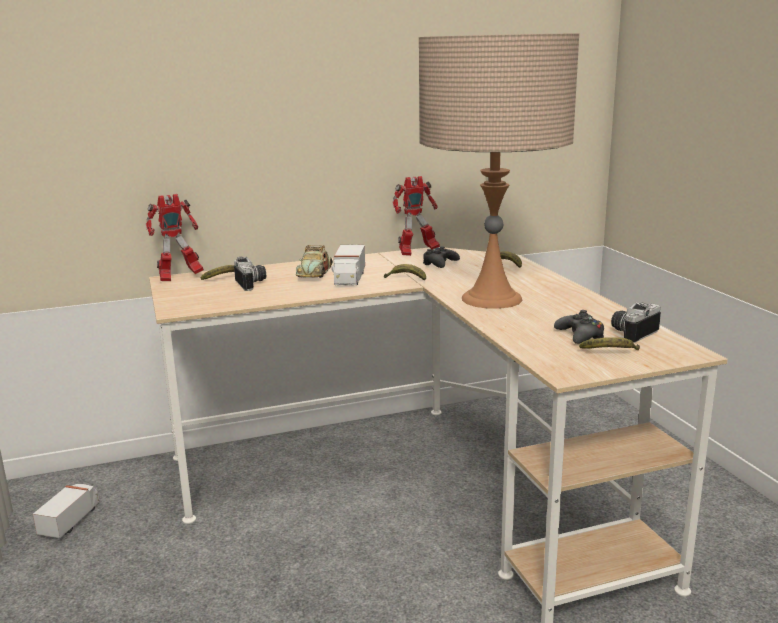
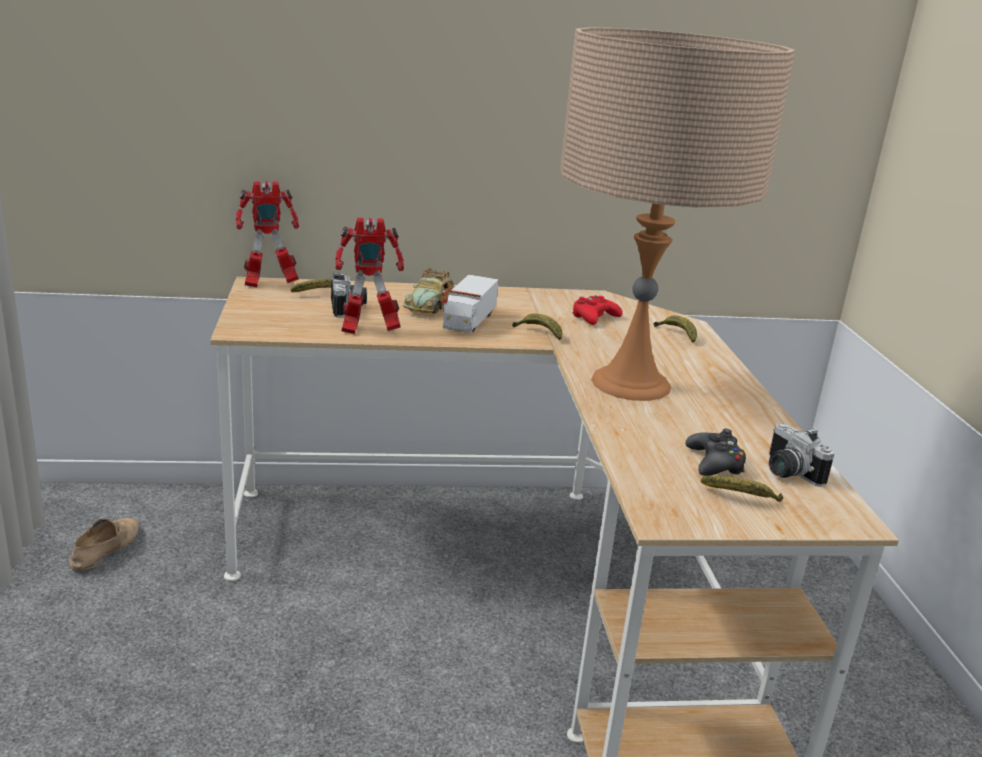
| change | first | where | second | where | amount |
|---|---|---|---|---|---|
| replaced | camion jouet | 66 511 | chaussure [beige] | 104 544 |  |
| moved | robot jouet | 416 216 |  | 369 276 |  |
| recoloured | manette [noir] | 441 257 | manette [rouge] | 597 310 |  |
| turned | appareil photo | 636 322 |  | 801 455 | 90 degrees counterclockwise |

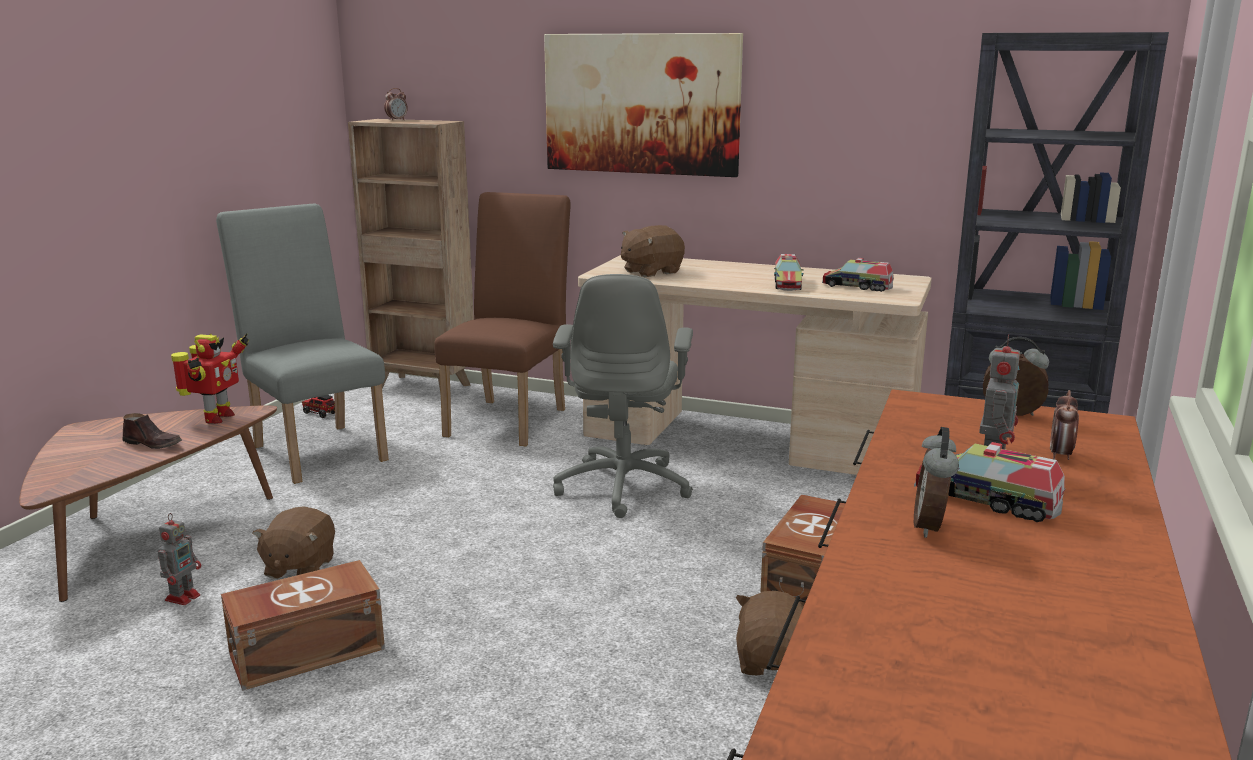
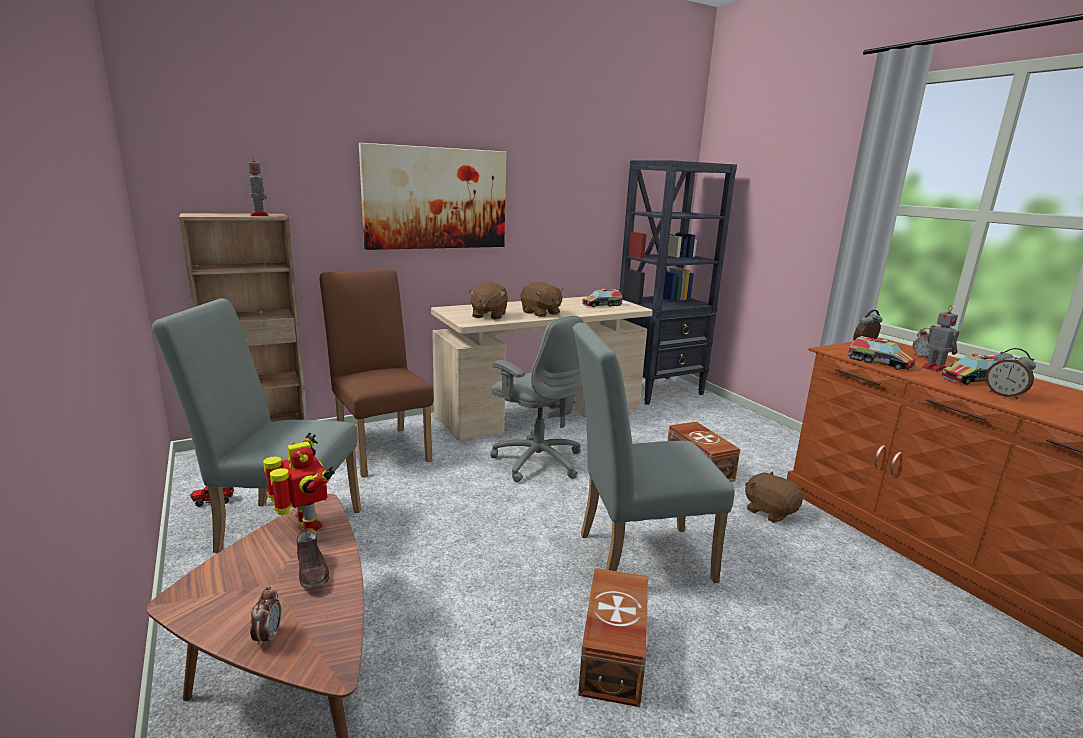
| change | first | where | second | where | amount |
|---|---|---|---|---|---|
| turned | chaussure [marron] | 152 431 |  | 312 558 | 90 degrees clockwise |
| moved | robot jouet | 179 559 |  | 258 186 |  |
| moved | peluche [marron] | 293 542 |  | 542 299 |  |
| moved | réveil | 396 104 |  | 265 617 |  |
| moved | camion jouet | 789 272 |  | 881 353 |  |
| added |  |  | chaise [gris] | 654 453 |  |

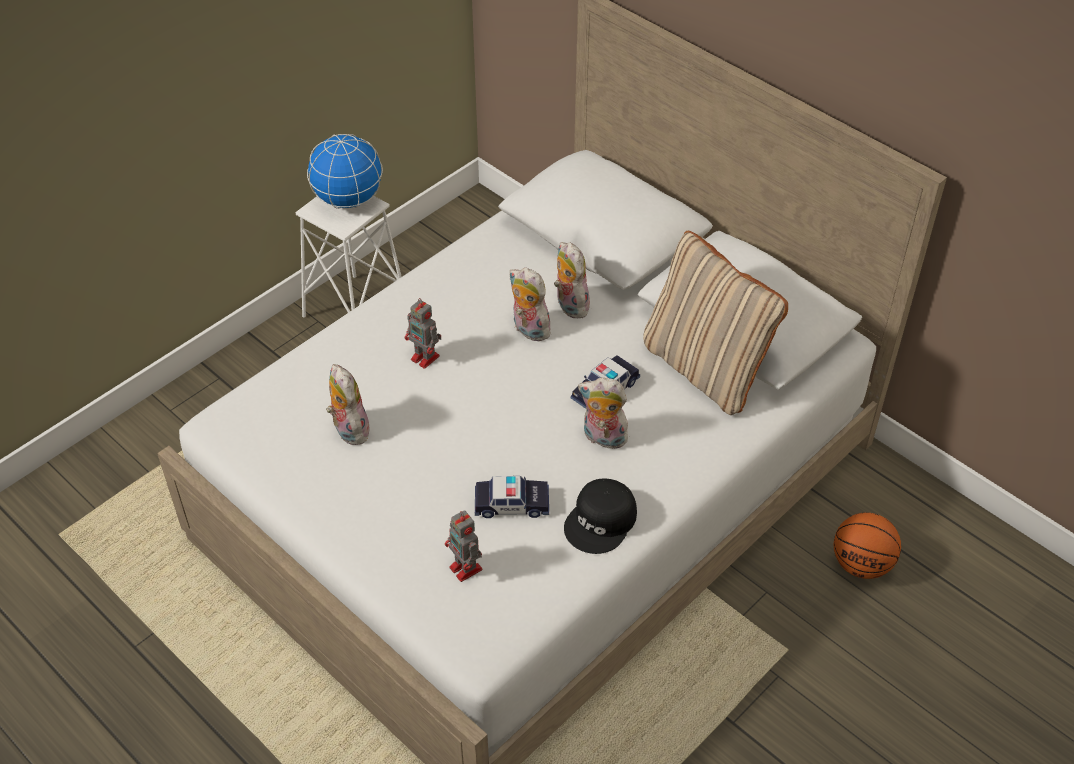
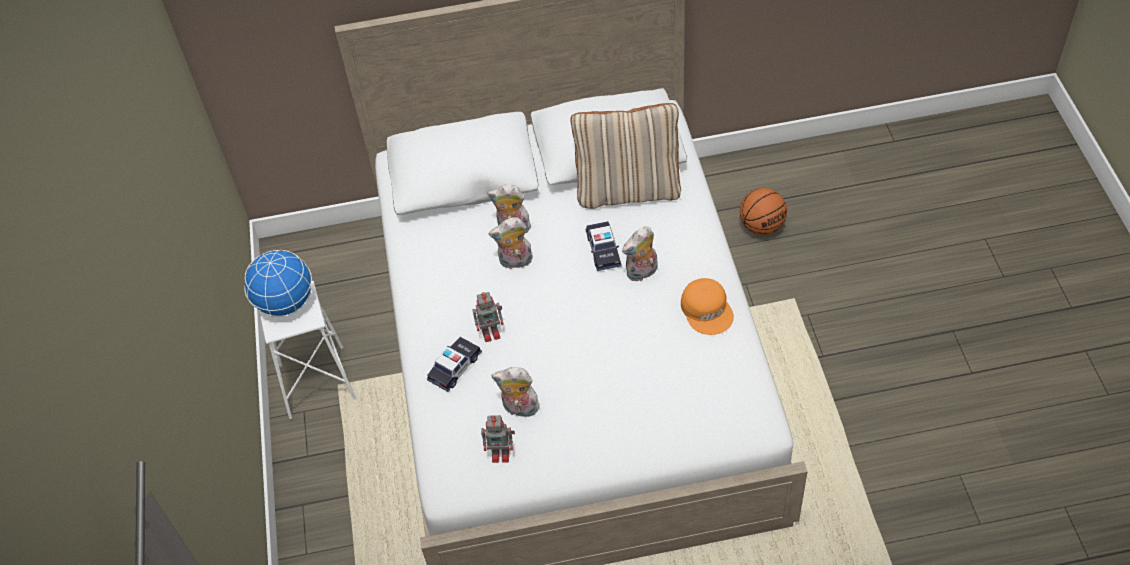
| change | first | where | second | where | amount |
|---|---|---|---|---|---|
| moved | robot jouet | 463 546 |  | 498 439 |  |
| moved | petite voiture | 512 497 |  | 454 364 |  |
| recoloured | casquette [noir] | 600 516 | casquette [orange] | 707 306 |  |

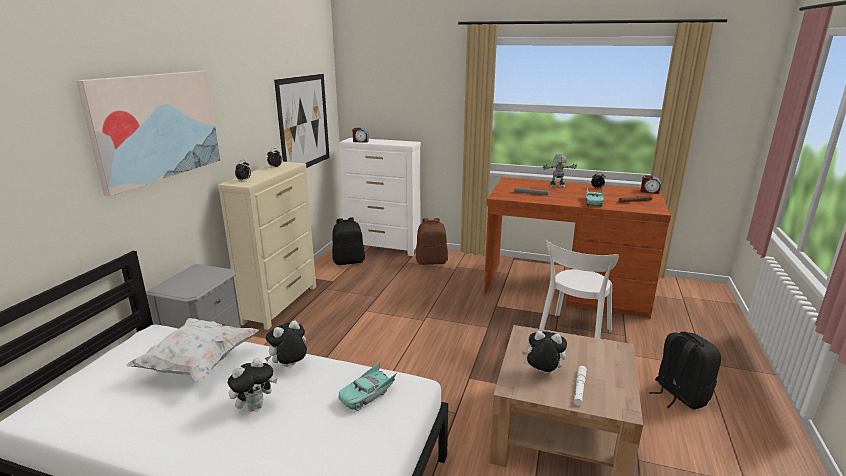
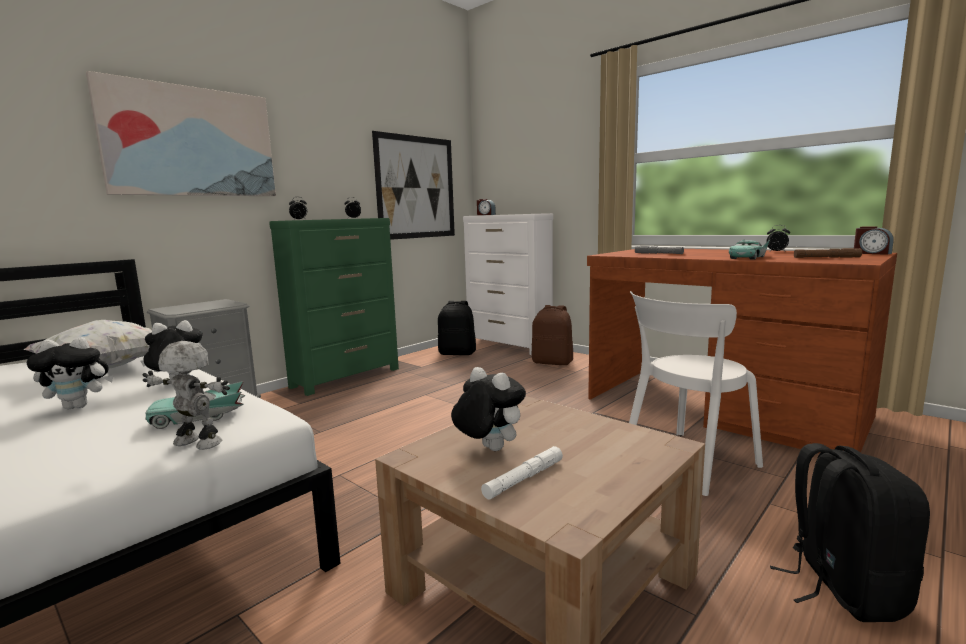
| change | first | where | second | where | amount |
|---|---|---|---|---|---|
| recoloured | commode [beige] | 267 246 | commode [vert] | 334 307 |  |
| moved | robot jouet | 559 170 |  | 186 395 |  |

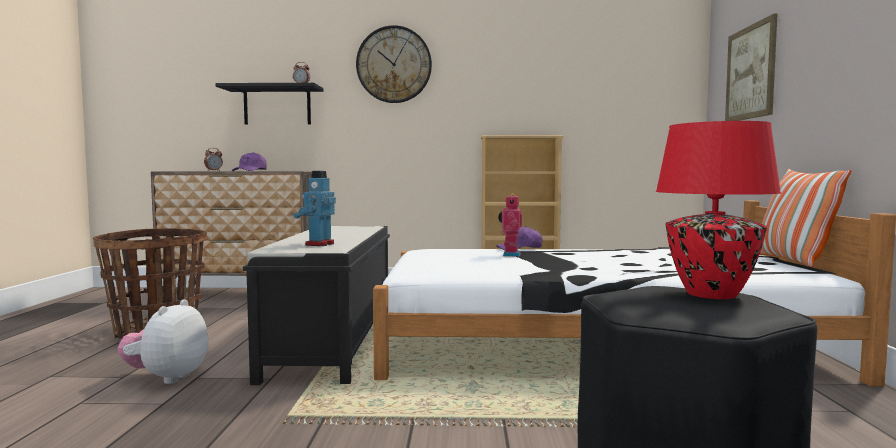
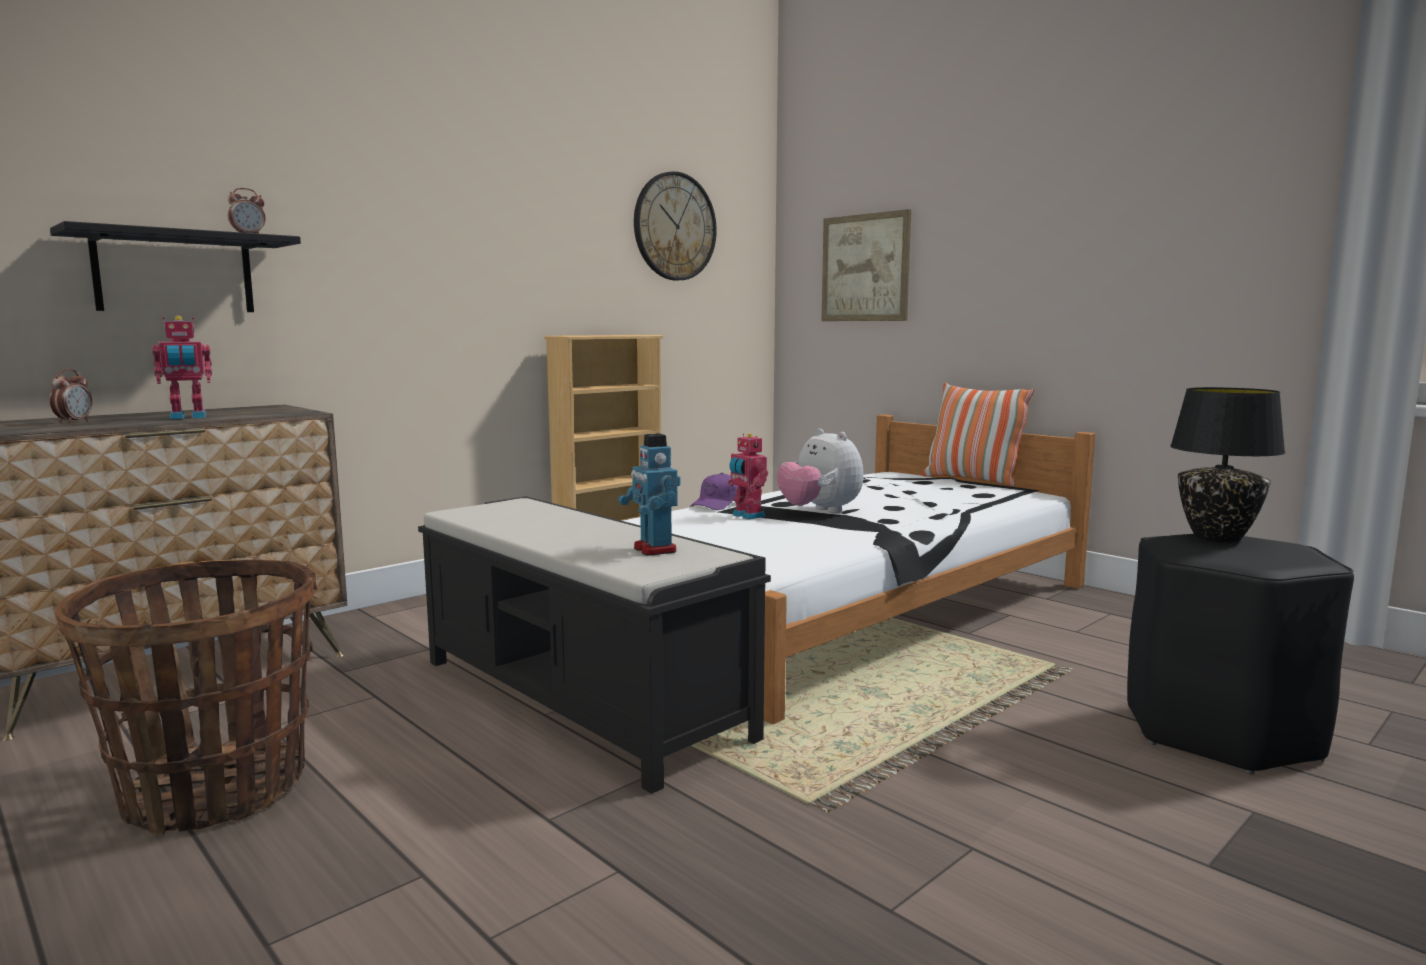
| change | first | where | second | where | amount |
|---|---|---|---|---|---|
| moved | peluche | 162 341 |  | 820 471 |  |
| replaced | casquette [violet] | 249 161 | robot jouet | 182 367 |  |
| moved | horloge murale | 394 64 |  | 675 226 |  |
| recoloured | lampe de table [rouge] | 718 210 | lampe de table [noir] | 1227 465 |  |

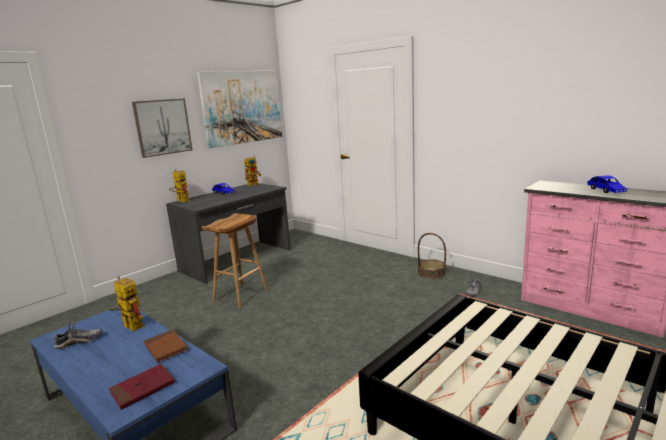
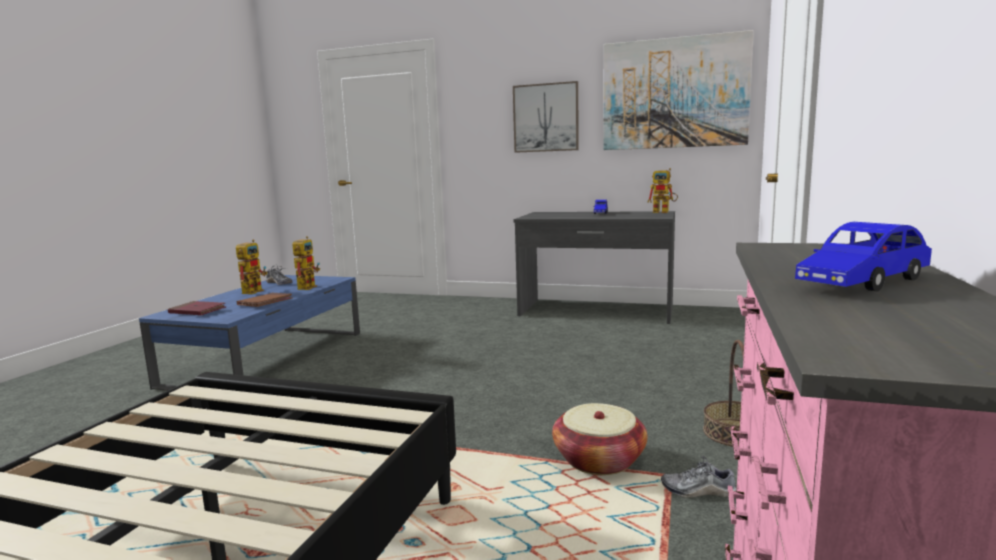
| change | first | where | second | where | amount |
|---|---|---|---|---|---|
| moved | robot jouet | 179 185 |  | 251 266 |  |
| removed | tabouret [marron] | 235 260 |  |  |  |
| added |  |  | panier | 599 439 |  |

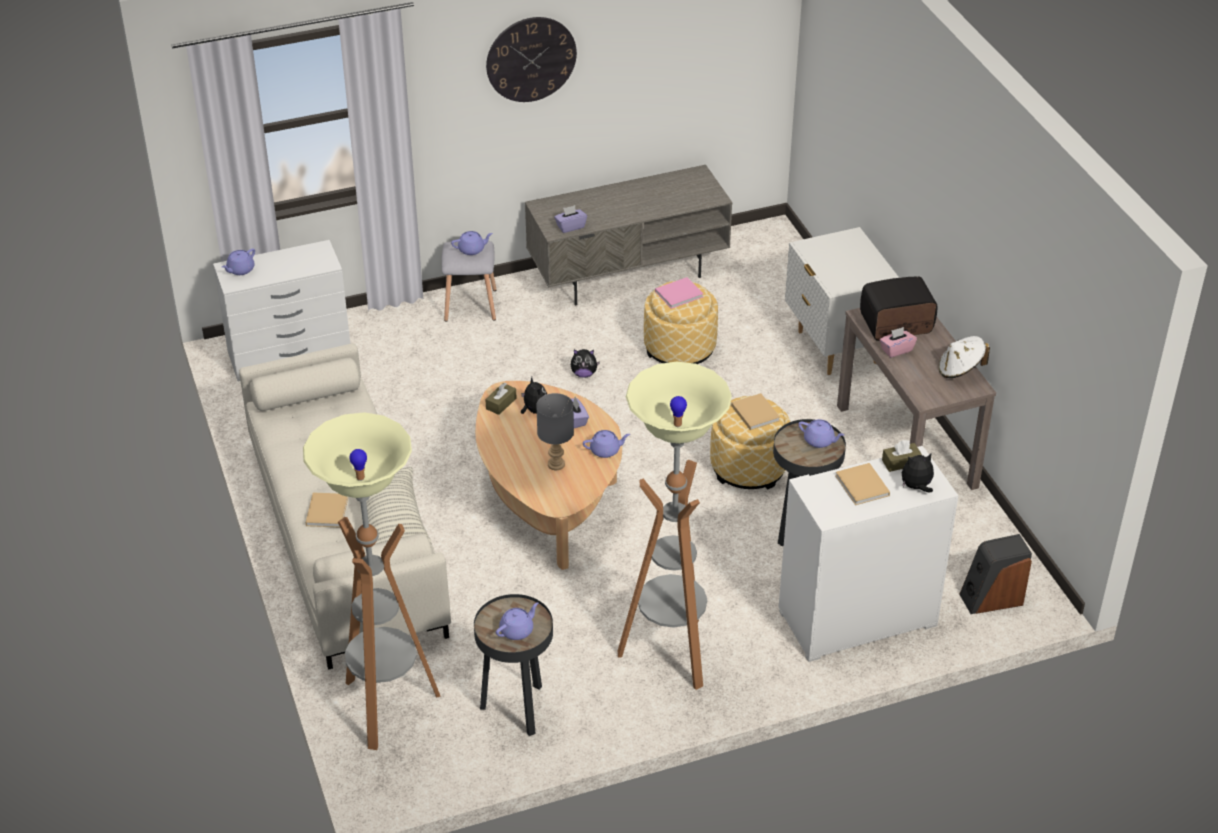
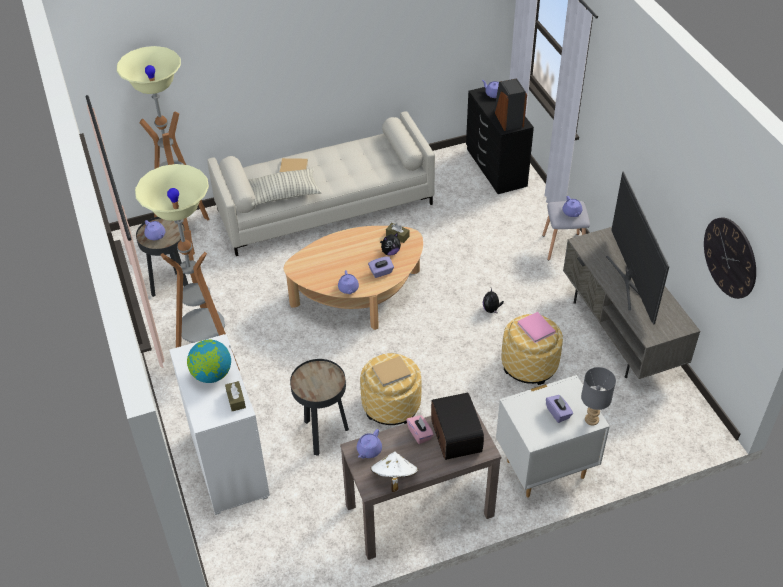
| change | first | where | second | where | amount |
|---|---|---|---|---|---|
| recoloured | commode [blanc] | 281 310 | commode [noir] | 500 140 |  |
| moved | horloge murale | 531 59 |  | 730 258 |  |
| moved | lampe de table [gris] | 555 431 |  | 598 396 |  |
| moved | boîte à mouchoirs [violet] | 570 219 |  | 559 409 |  |
| moved | théière [violet] | 821 433 |  | 369 444 |  |
| replaced | livre [beige] | 862 484 | globe | 209 361 |  |
| removed | peluche | 918 473 |  |  |  |
| moved | enceinte | 995 574 |  | 510 105 |  |
| added |  |  | téléviseur | 637 247 |  |

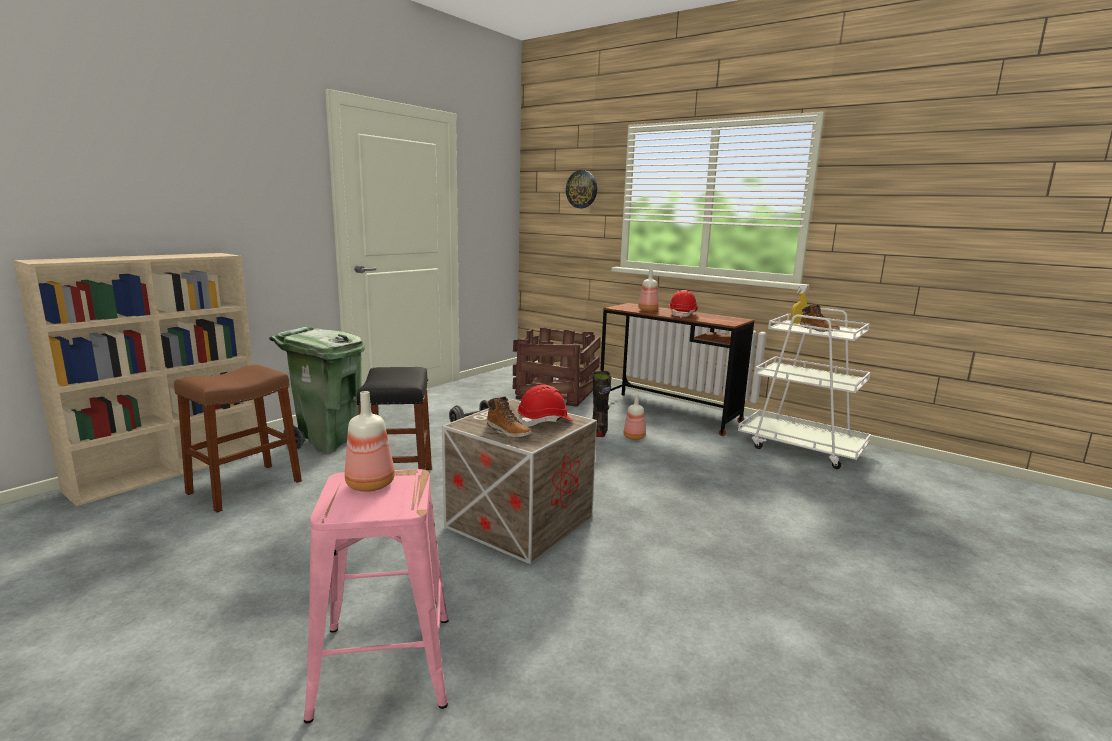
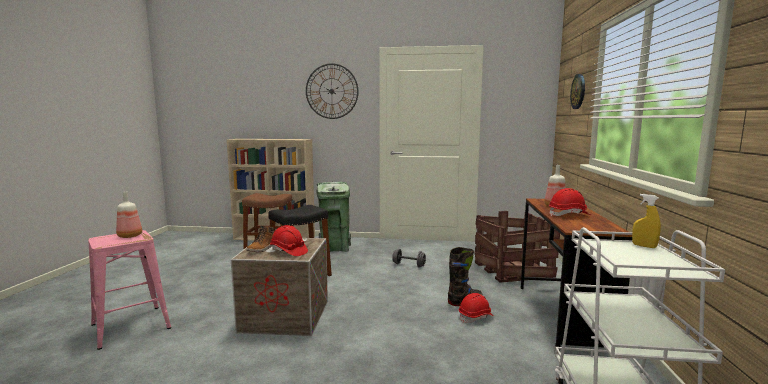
| change | first | where | second | where | amount |
|---|---|---|---|---|---|
| replaced | bouteille | 635 417 | casque de chantier [rouge] | 476 308 |  |
| removed | botte | 820 318 |  |  |  |
| added |  |  | horloge murale | 332 91 |  |

